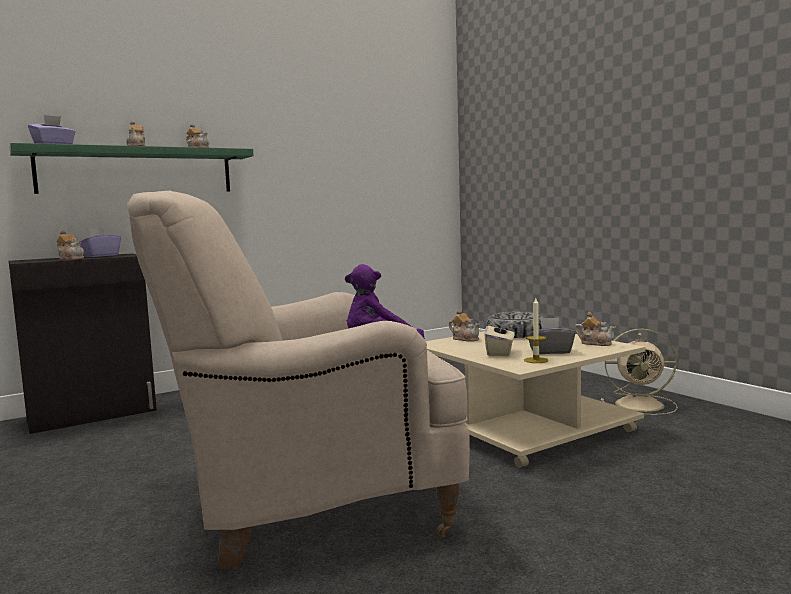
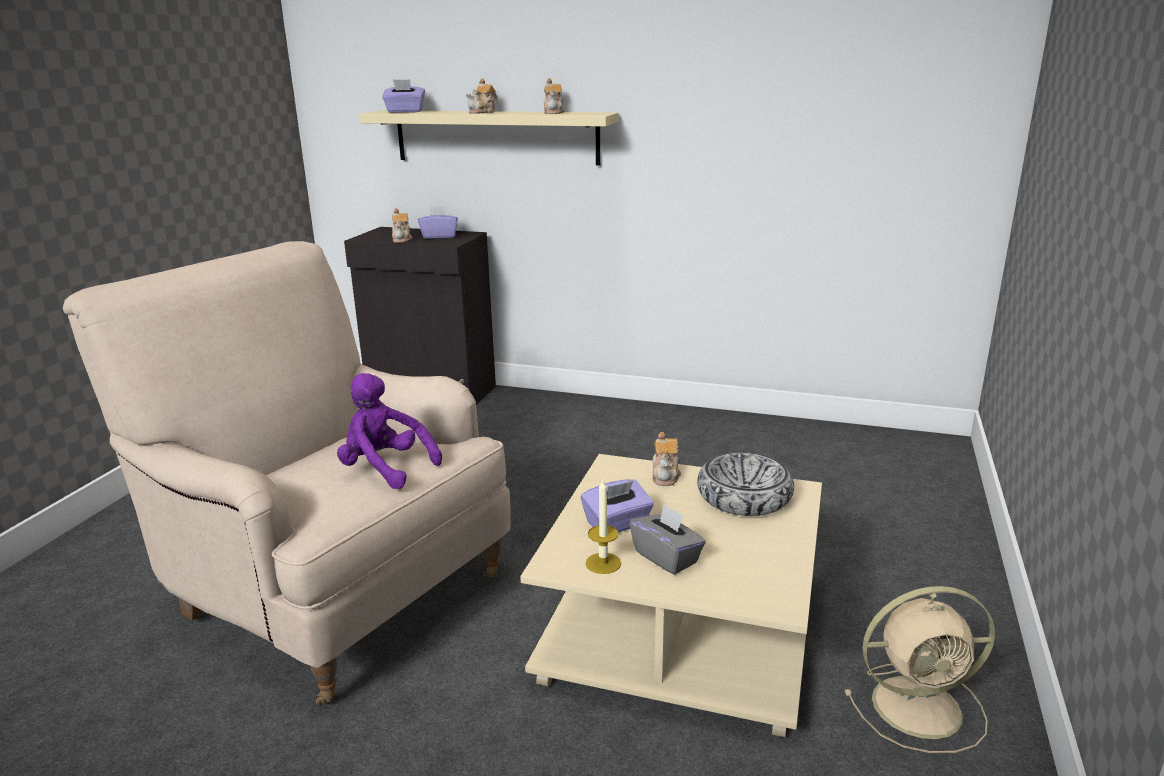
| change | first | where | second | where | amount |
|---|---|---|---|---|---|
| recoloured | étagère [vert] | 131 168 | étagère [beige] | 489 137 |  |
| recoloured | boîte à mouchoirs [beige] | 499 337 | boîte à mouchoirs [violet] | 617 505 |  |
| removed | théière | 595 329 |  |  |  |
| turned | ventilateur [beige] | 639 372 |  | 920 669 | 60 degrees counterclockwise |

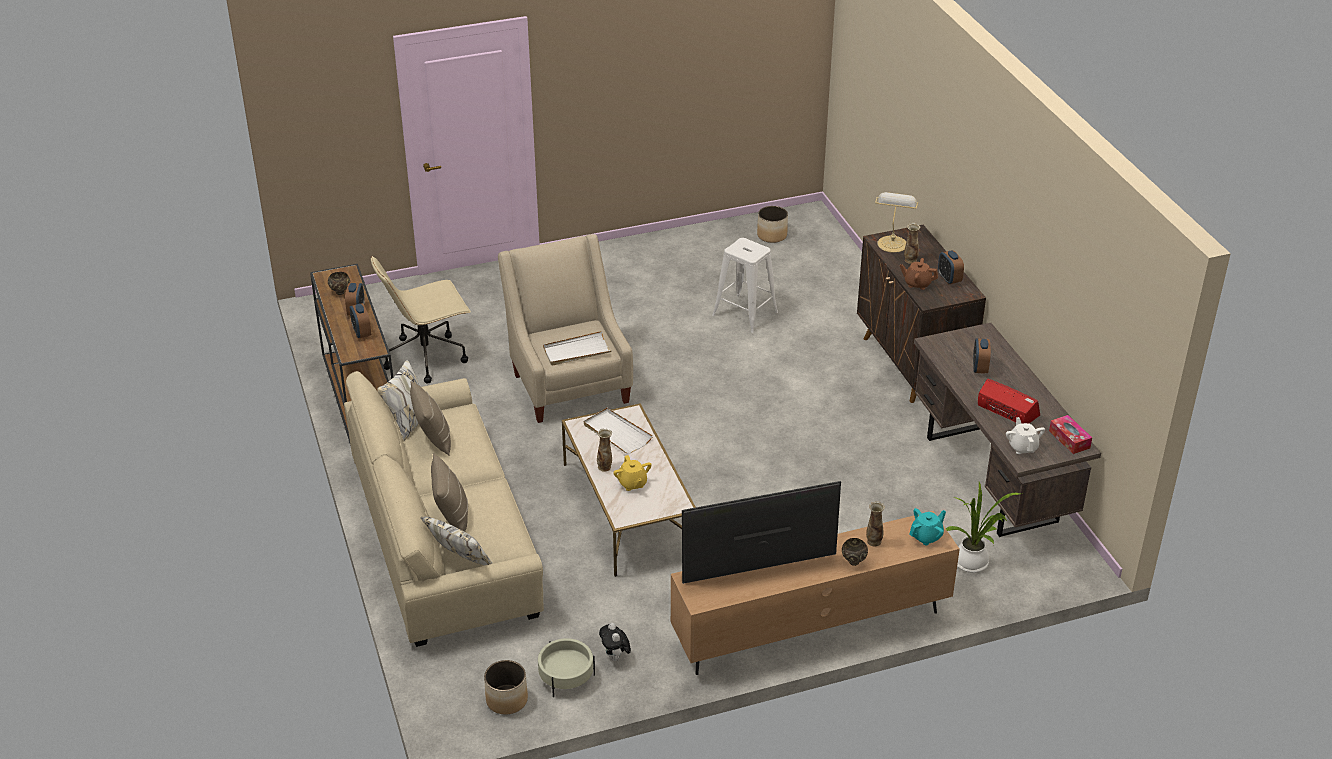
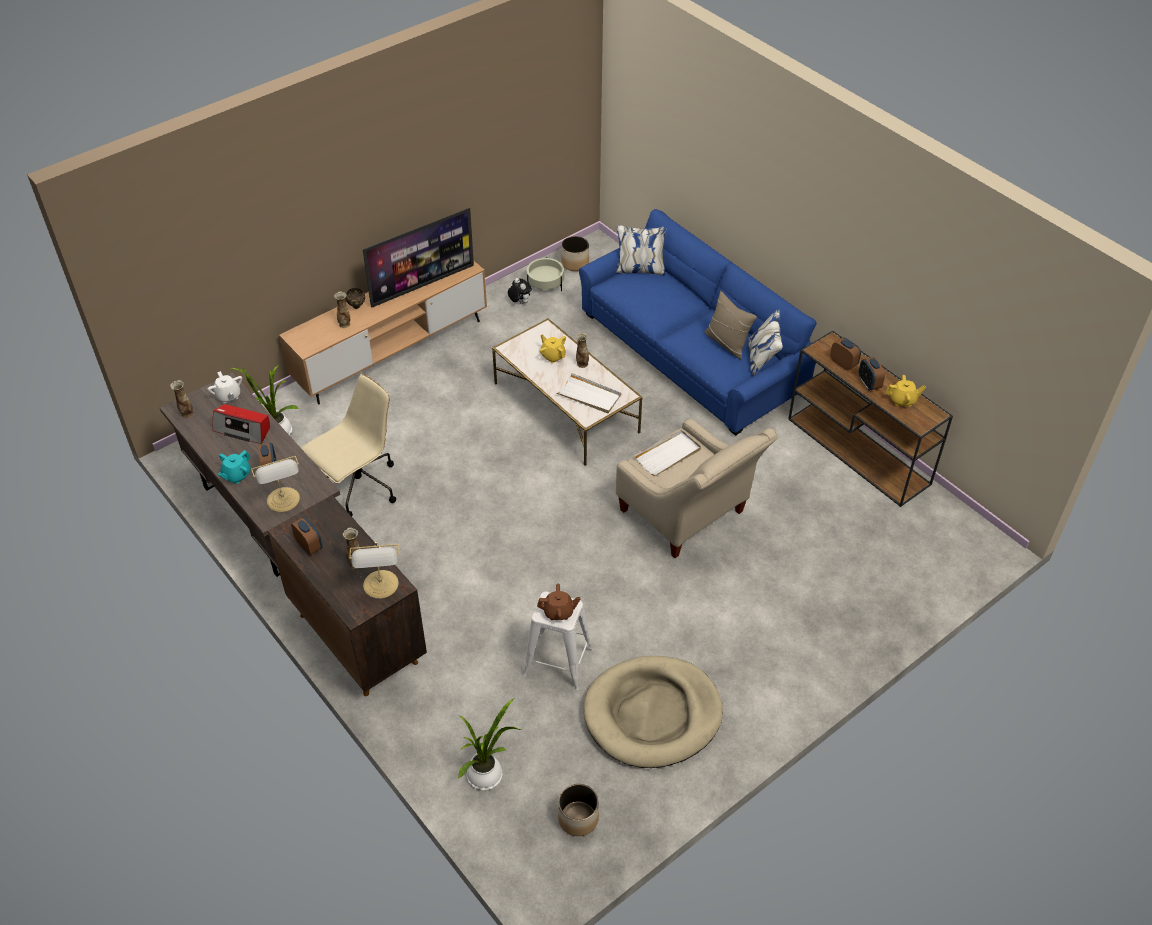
| change | first | where | second | where | amount |
|---|---|---|---|---|---|
| replaced | bol [marron] | 339 283 | théière [jaune] | 906 390 |  |
| recoloured | canapé [beige] | 444 503 | canapé [bleu] | 698 322 |  |
| moved | chaise de bureau [beige] | 421 320 |  | 348 445 |  |
| removed | coussin [beige] | 449 492 |  |  |  |
| moved | théière [marron] | 919 274 |  | 558 602 |  |
| moved | théière [turquoise] | 927 526 |  | 234 467 |  |
| replaced | boîte à mouchoirs | 1070 434 | vase | 181 399 |  |
| added |  |  | lampe de table | 275 484 |  |
| added |  |  | plante en pot | 489 744 |  |
| added |  |  | panier pour chien [beige] | 653 712 |  |

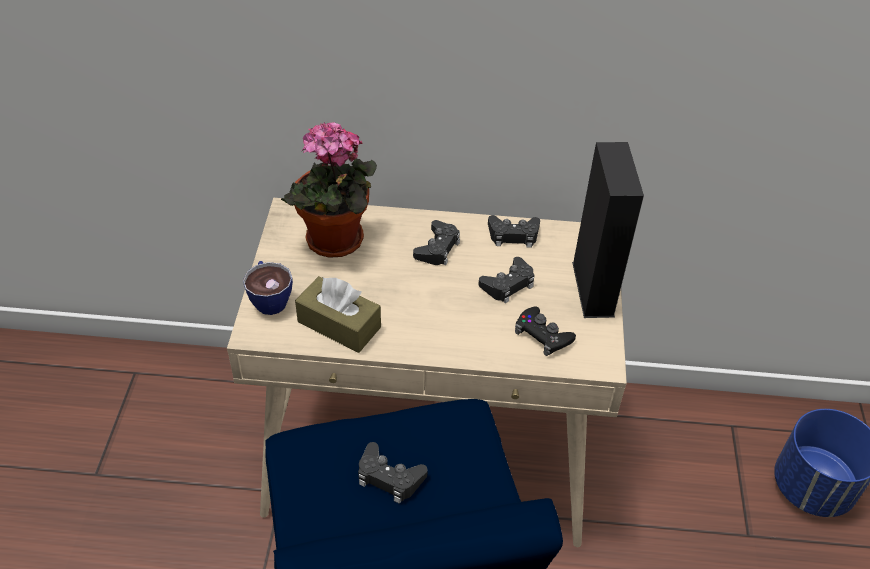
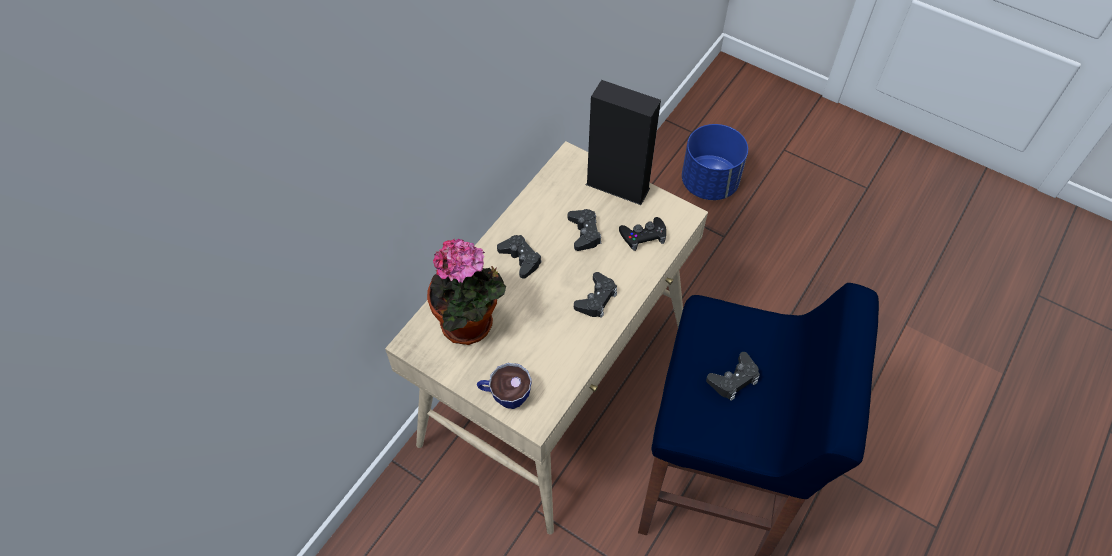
| change | first | where | second | where | amount |
|---|---|---|---|---|---|
| removed | boîte à mouchoirs [marron] | 338 314 |  |  |  |
| moved | manette [noir] | 514 231 |  | 595 295 |  |

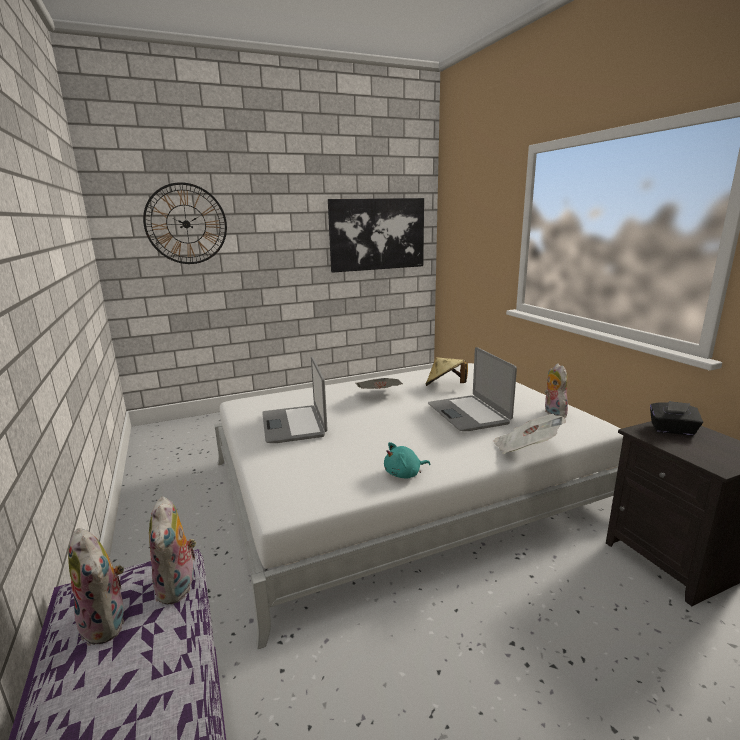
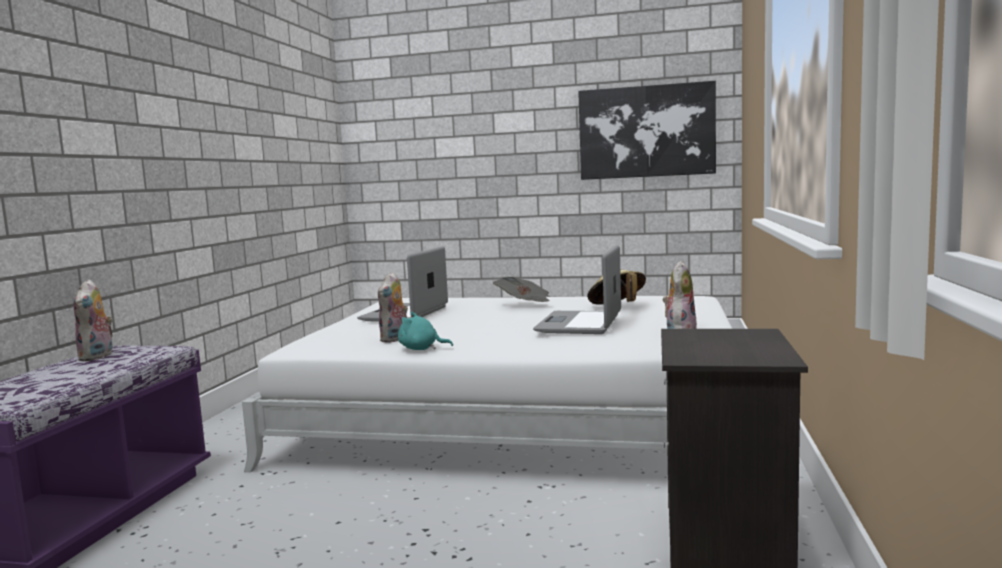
| change | first | where | second | where | amount |
|---|---|---|---|---|---|
| removed | horloge murale | 185 223 |  |  |  |
| moved | peluche | 173 550 |  | 393 307 |  |
| removed | journal | 530 434 |  |  |  |
| removed | boîte à mouchoirs [noir] | 676 418 |  |  |  |

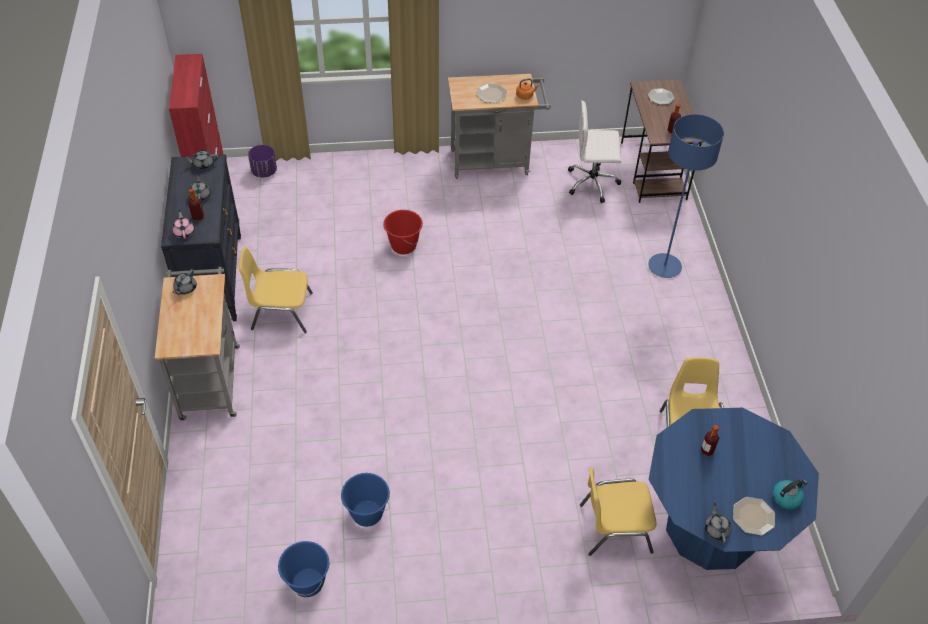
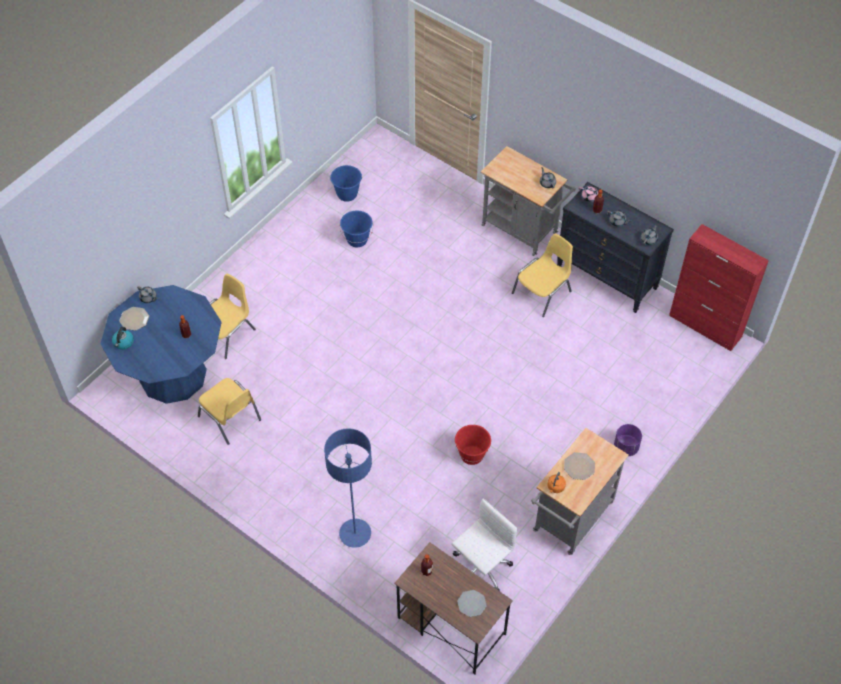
| change | first | where | second | where | amount |
|---|---|---|---|---|---|
| moved | cache-pot [violet] | 262 161 |  | 628 440 |  |
| moved | seau [rouge] | 403 232 |  | 473 445 |  |

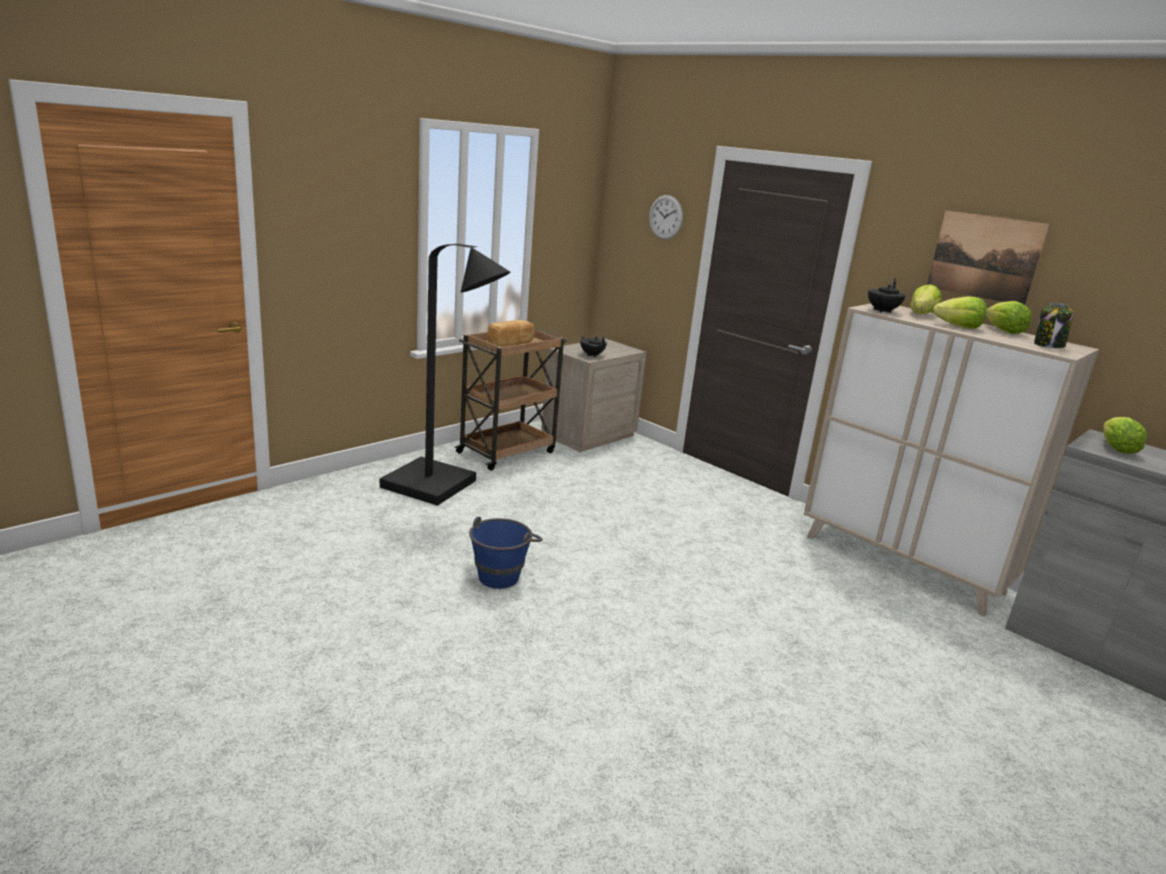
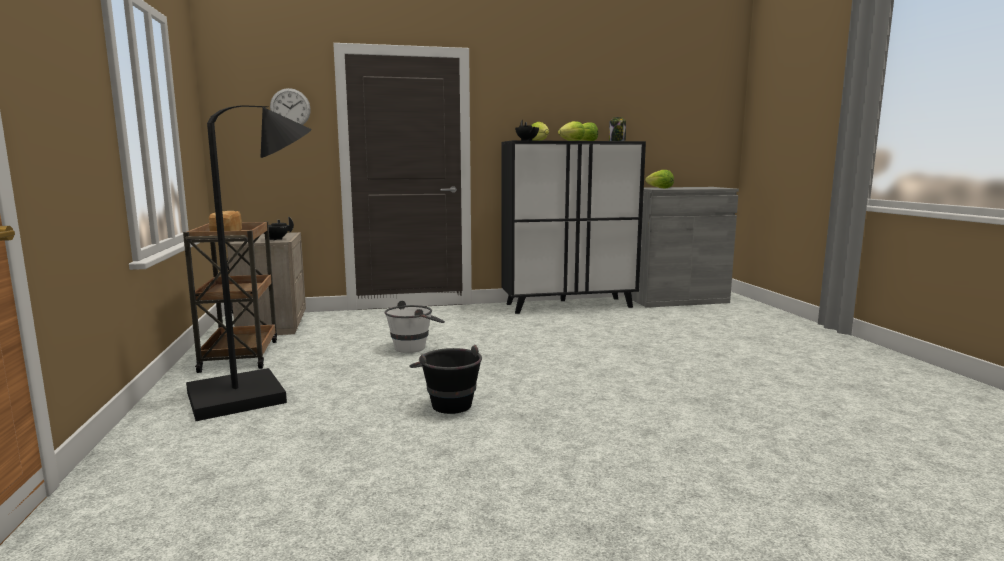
| change | first | where | second | where | amount |
|---|---|---|---|---|---|
| recoloured | seau [bleu] | 506 553 | seau [noir] | 445 379 |  |
| recoloured | meuble de rangement [beige] | 951 460 | meuble de rangement [noir] | 573 227 |  |
| removed | tableau | 988 257 |  |  |  |
| added |  |  | seau [blanc] | 415 327 |  |

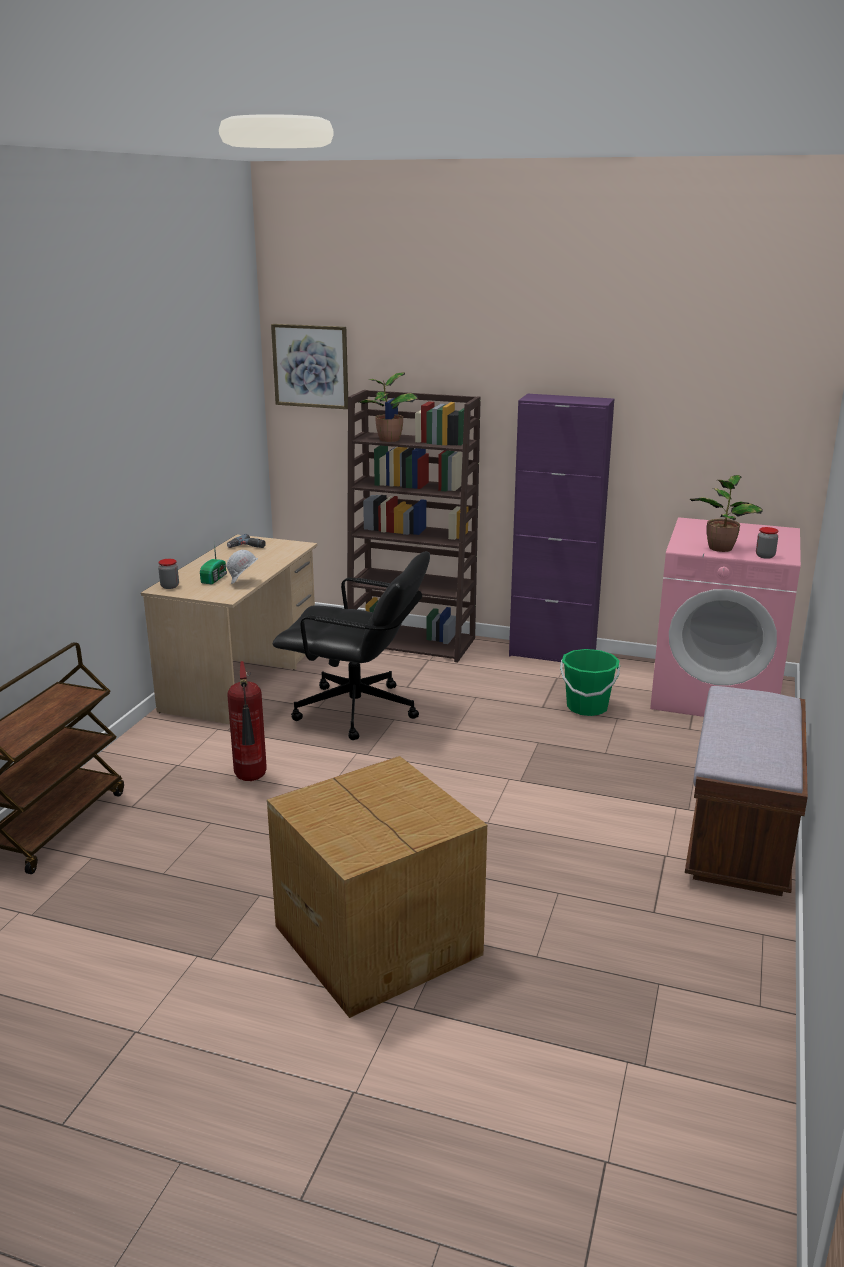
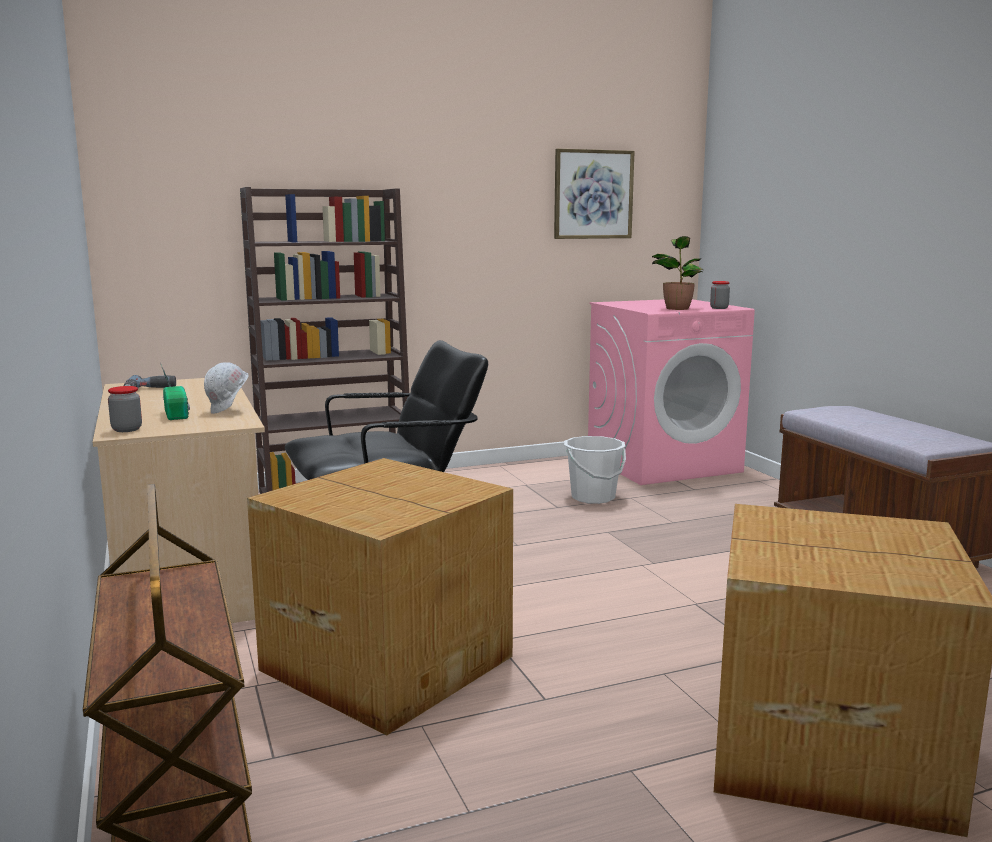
| change | first | where | second | where | amount |
|---|---|---|---|---|---|
| replaced | extincteur | 247 721 | carton | 380 596 |  |
| moved | tableau | 309 366 |  | 594 194 |  |
| removed | plante en pot | 388 407 |  |  |  |
| removed | meuble de rangement [violet] | 561 528 |  |  |  |
| recoloured | seau [vert] | 590 682 | seau [blanc] | 595 470 |  |

